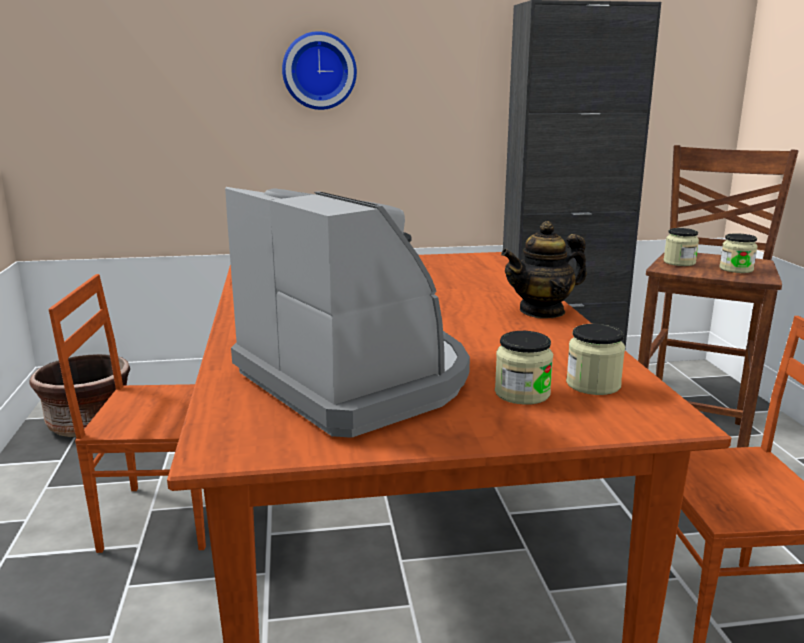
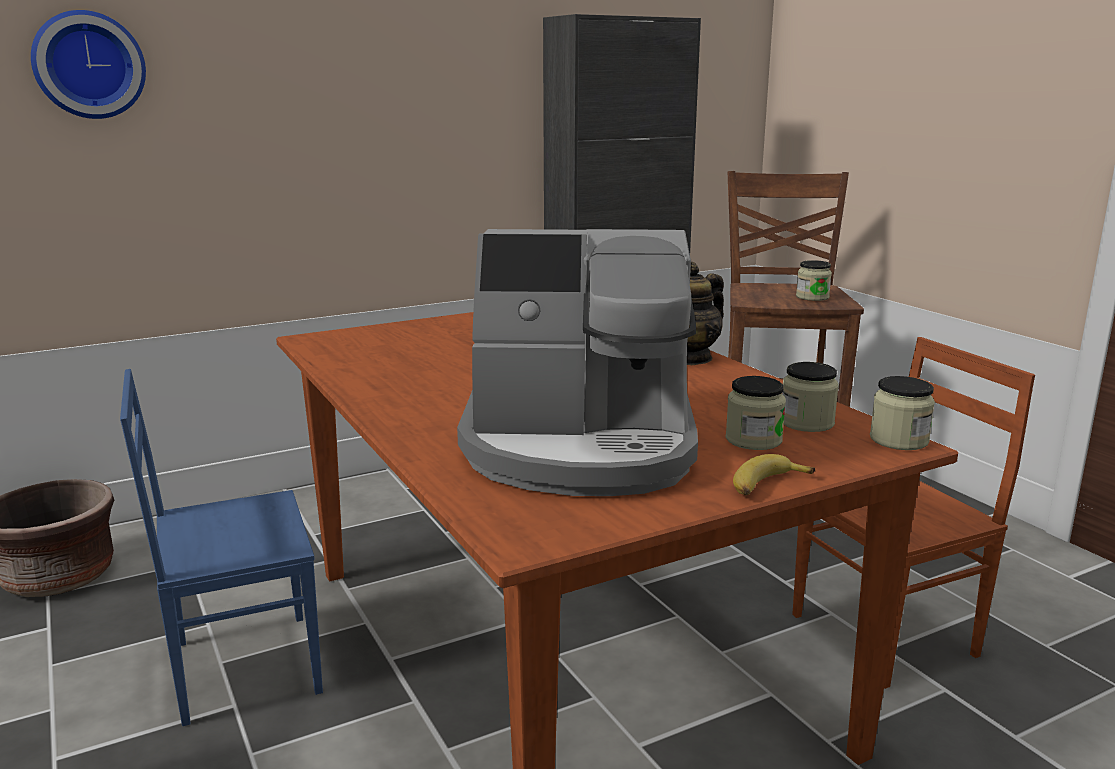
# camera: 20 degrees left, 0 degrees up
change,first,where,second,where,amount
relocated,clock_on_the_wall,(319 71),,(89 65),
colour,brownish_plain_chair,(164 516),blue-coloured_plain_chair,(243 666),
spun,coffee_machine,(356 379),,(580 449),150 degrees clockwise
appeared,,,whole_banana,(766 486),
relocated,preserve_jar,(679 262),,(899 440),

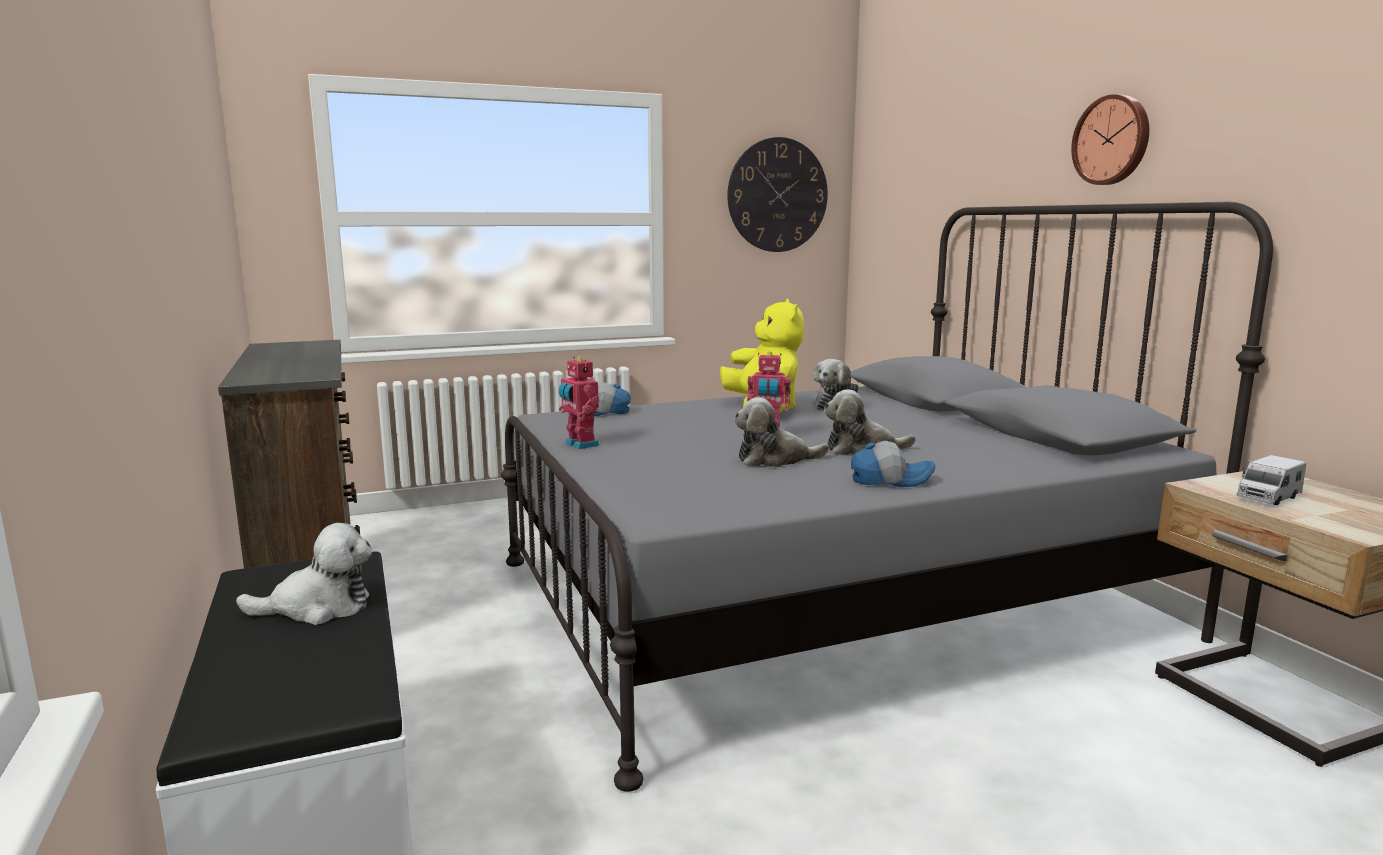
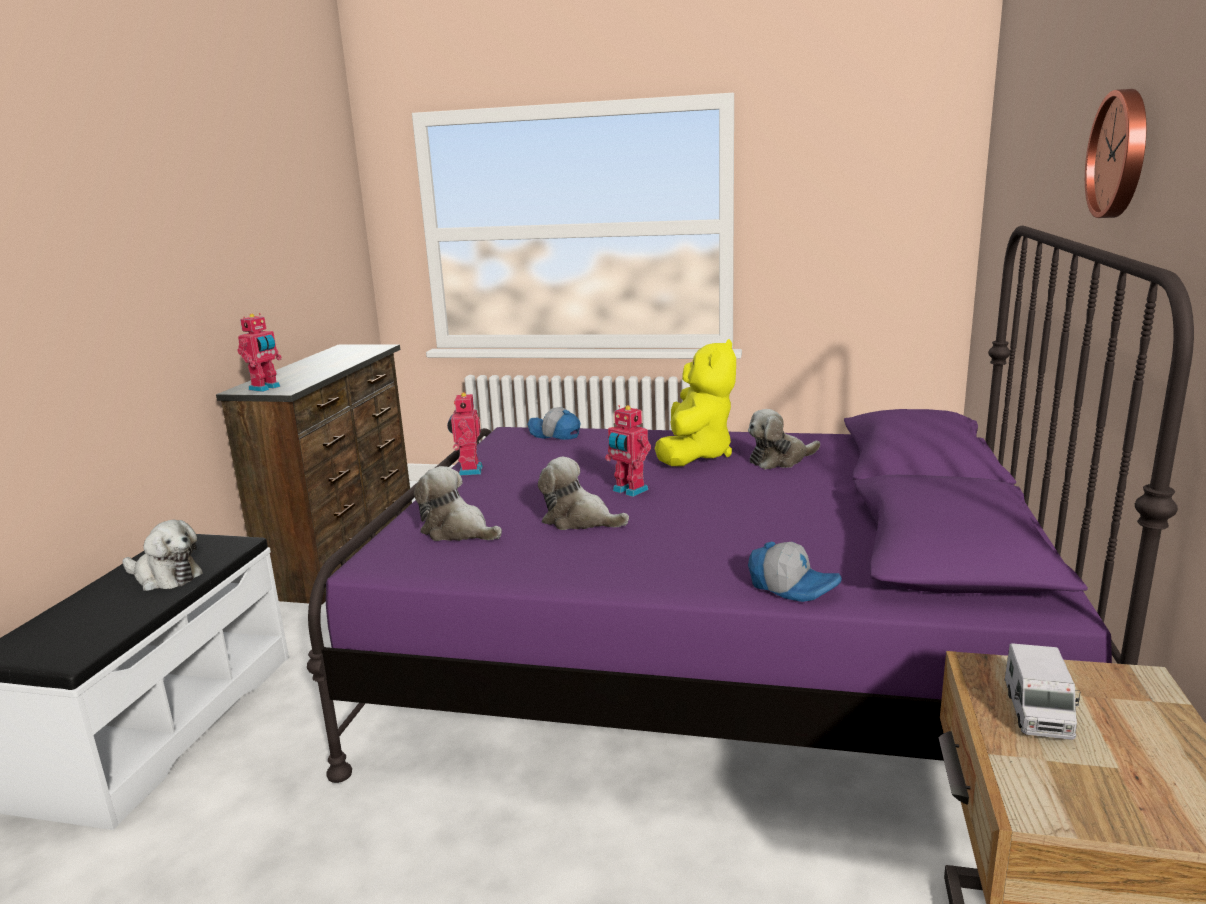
# camera: 35 degrees right, 5 degrees up
change,first,where,second,where,amount
appeared,,,robot_figure,(266 388),
colour,greyish_bedroom_bed,(827 599),purplish_bedroom_bed,(709 664),
relocated,soft_toy,(862 449),,(458 531),
relocated,cap,(890 480),,(792 586),
spun,toy_lorry,(1268 497),,(1037 712),75 degrees counterclockwise
missing,clock_on_the_wall,(777 195),,,

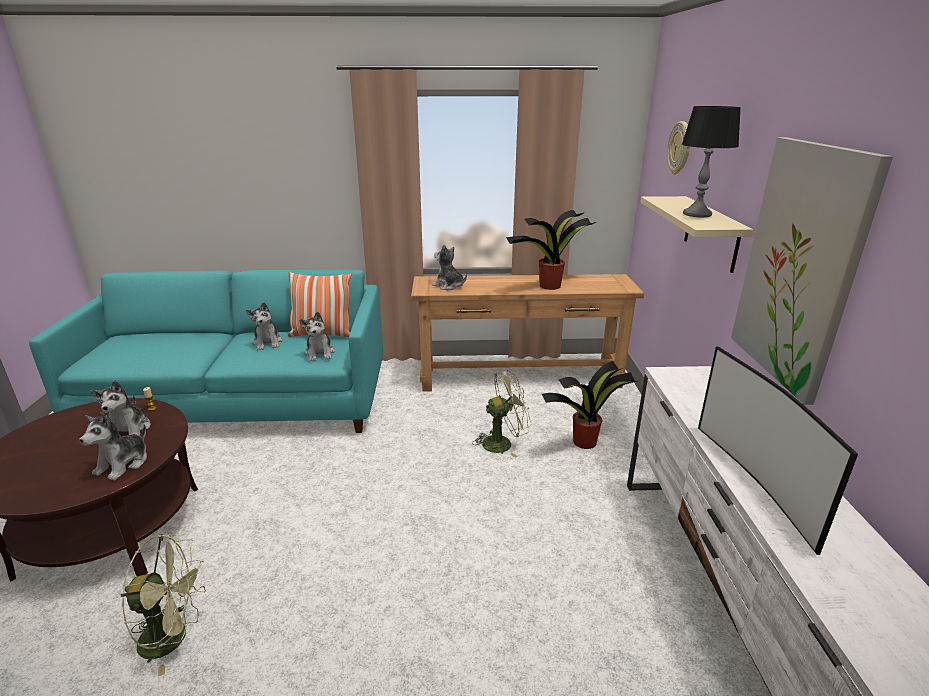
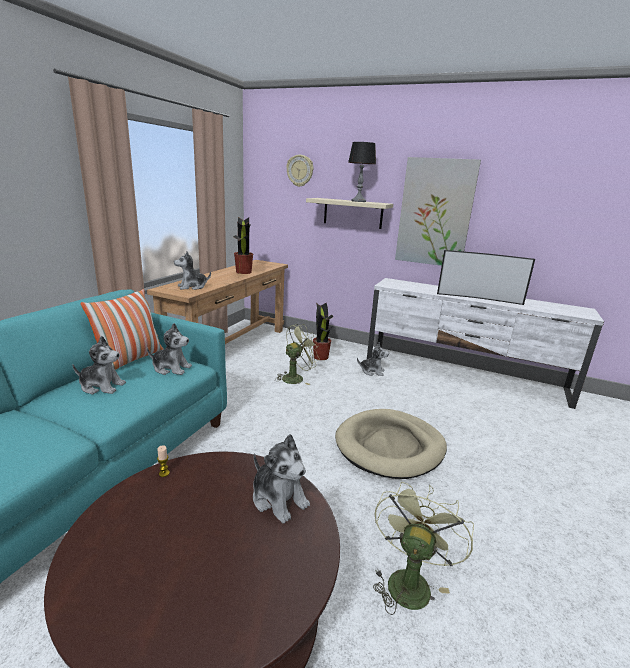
# camera: 65 degrees left, 5 degrees down
change,first,where,second,where,amount
spun,green_electric_fan,(503 442),,(296 378),45 degrees clockwise
appeared,,,beige_dog_cushion,(390 446),
relocated,soft_toy,(129 430),,(372 371),

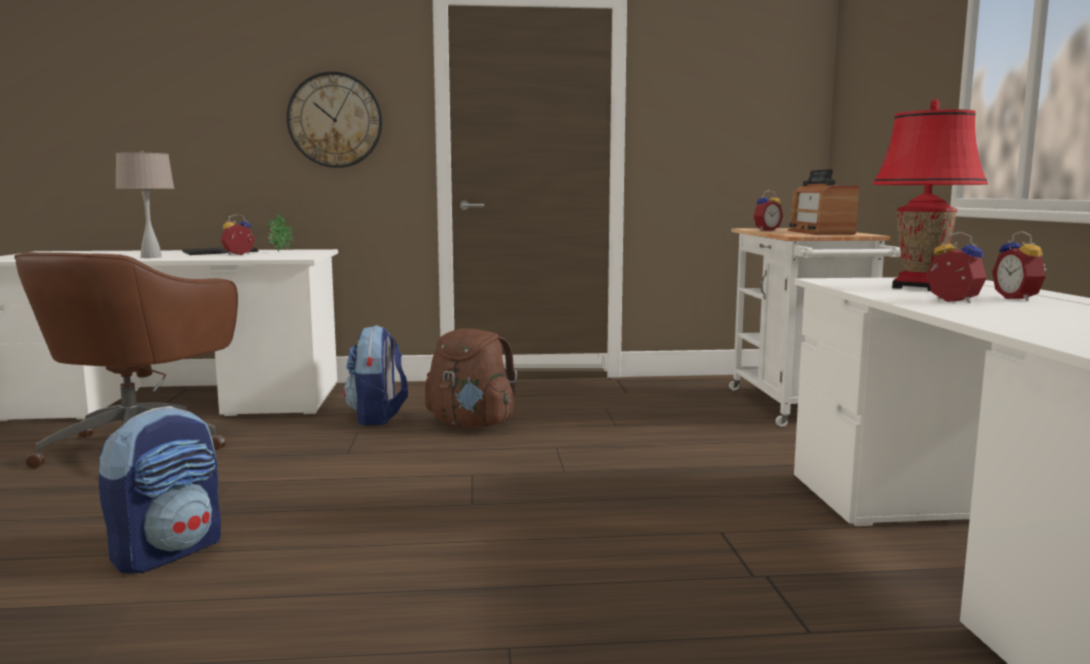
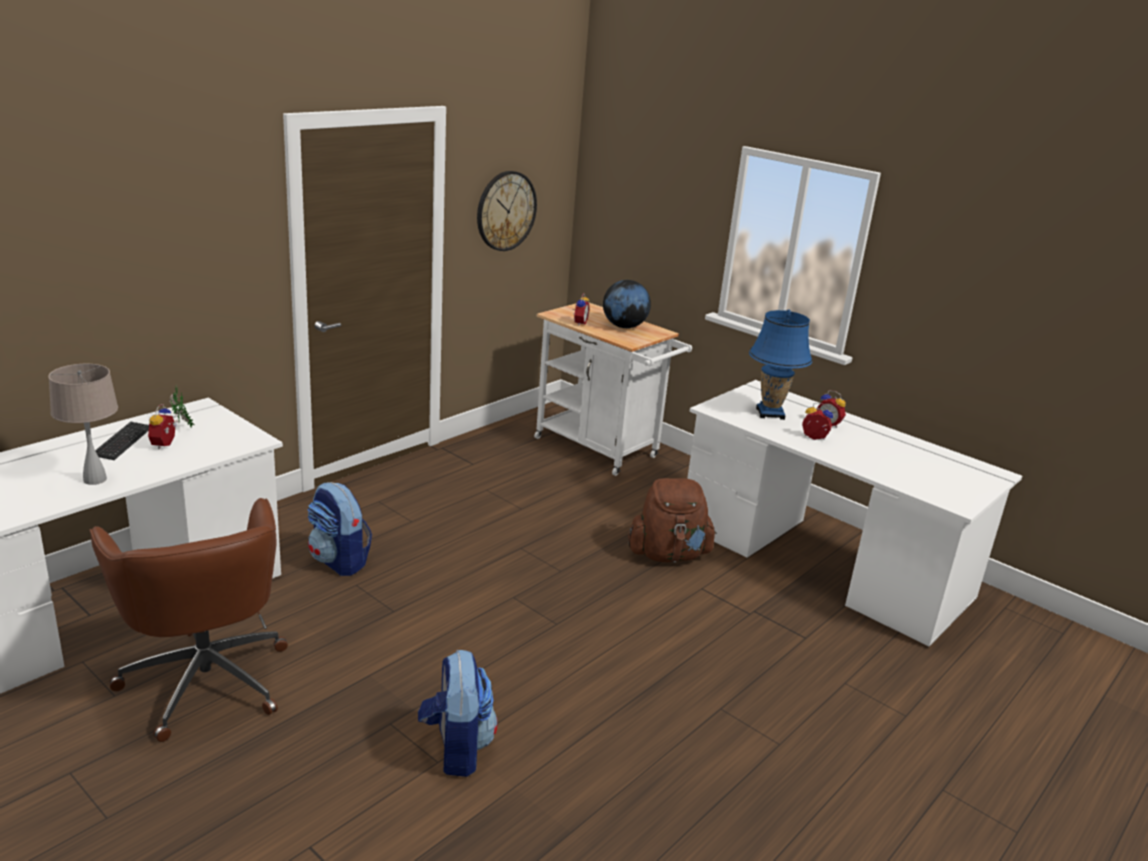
# camera: 45 degrees left, 15 degrees up
change,first,where,second,where,amount
relocated,clock_on_the_wall,(335 120),,(506 211),
exchanged,radio,(820 232),world_globe,(624 326),
relocated,brownish_knapsack,(471 424),,(668 555),
colour,red_table_lamp,(920 287),blue-coloured_table_lamp,(770 414),

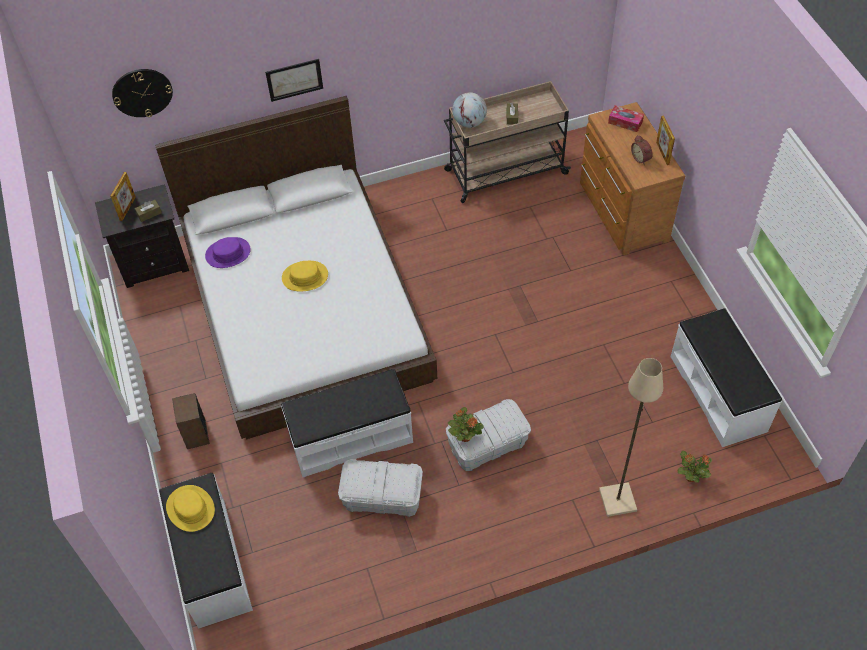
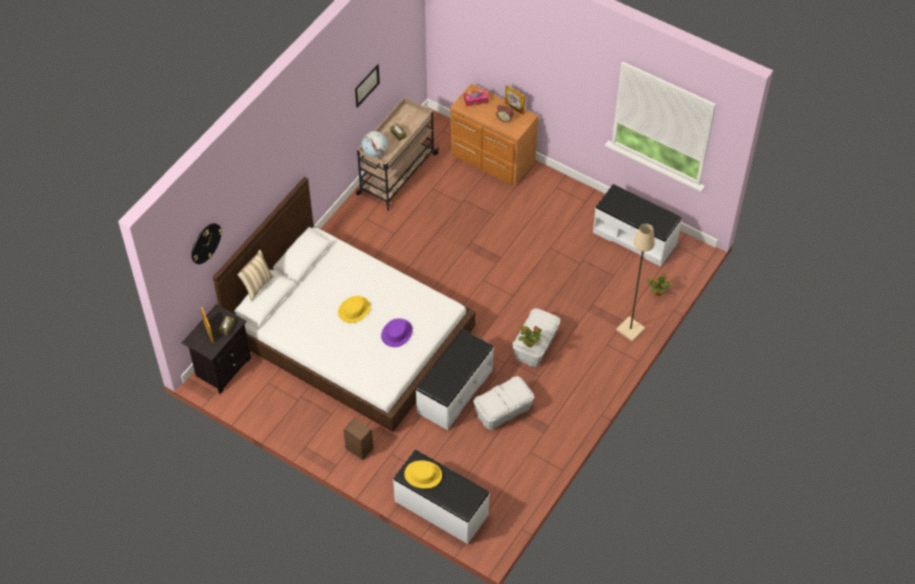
# camera: 40 degrees left, 0 degrees up
change,first,where,second,where,amount
appeared,,,beige_cushion,(257 285),
relocated,wall_picture,(294 79),,(367 85),
relocated,purplish_hat,(228 253),,(396 333),

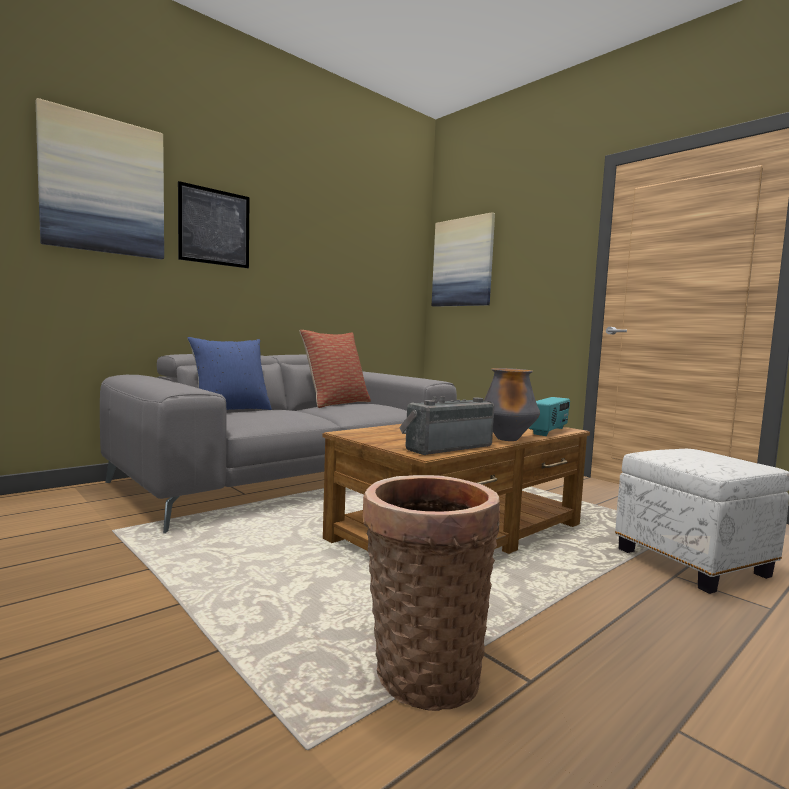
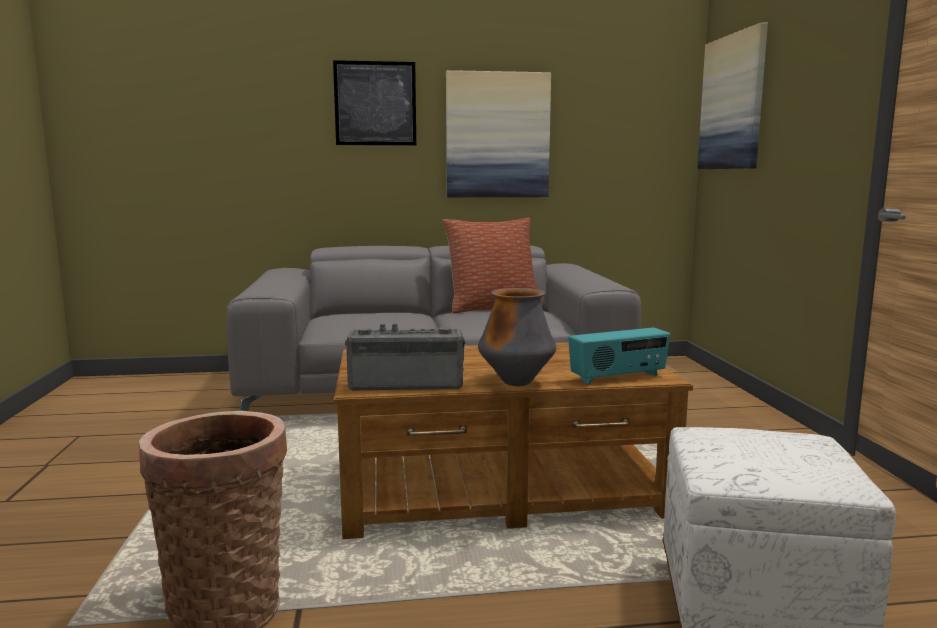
# camera: 35 degrees right, 5 degrees up
change,first,where,second,where,amount
relocated,wall_picture,(104 186),,(497 135),
missing,blue-coloured_cushion,(231 410),,,

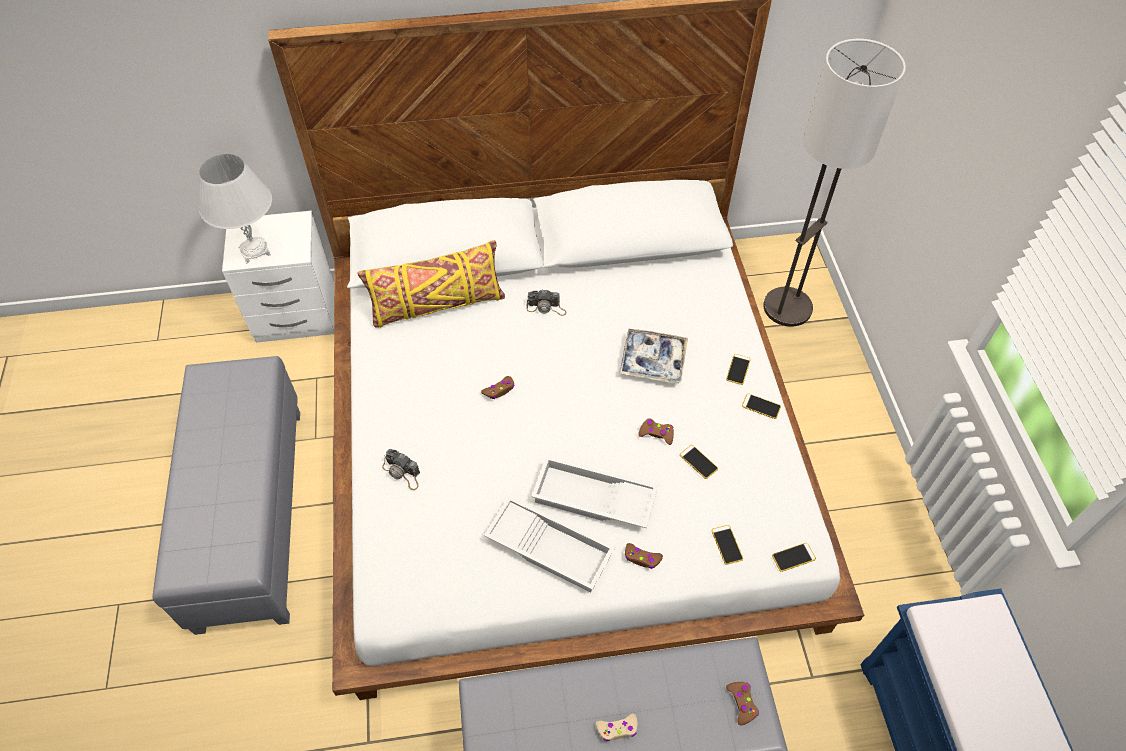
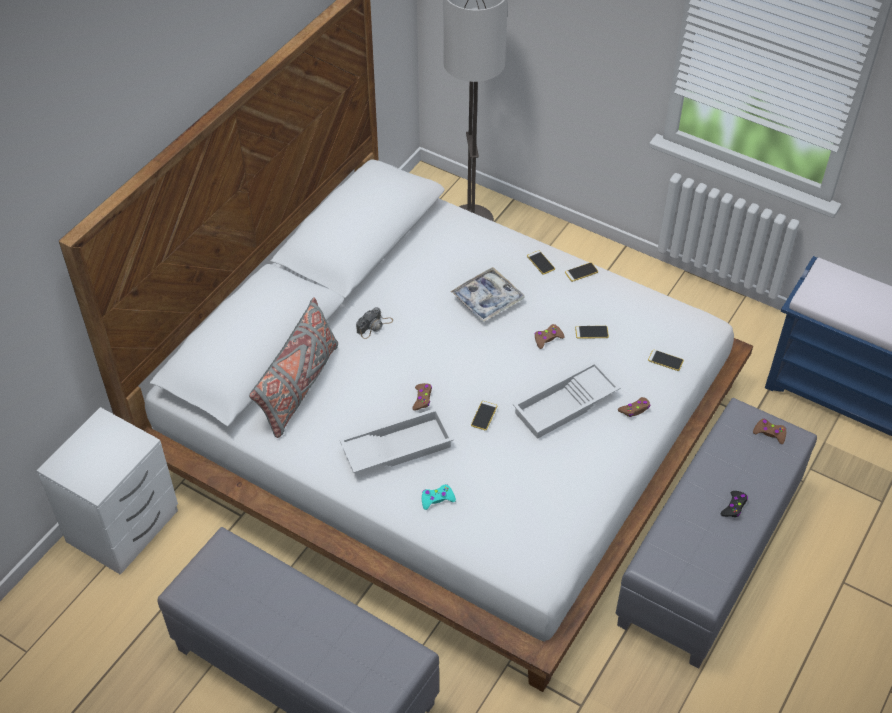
# camera: 50 degrees left, 5 degrees down
change,first,where,second,where,amount
colour,yellowish_cushion,(437 305),greyish_cushion,(299 388),
relocated,whitish_tray,(551 547),,(397 446),
exchanged,photo_camera,(402 473),turquoise-coloured_gamepad,(437 499),
relocated,phone,(793 557),,(484 416),
colour,beige_gamepad,(617 729),black_gamepad,(734 507),
missing,whitish_table_lamp,(254 250),,,

